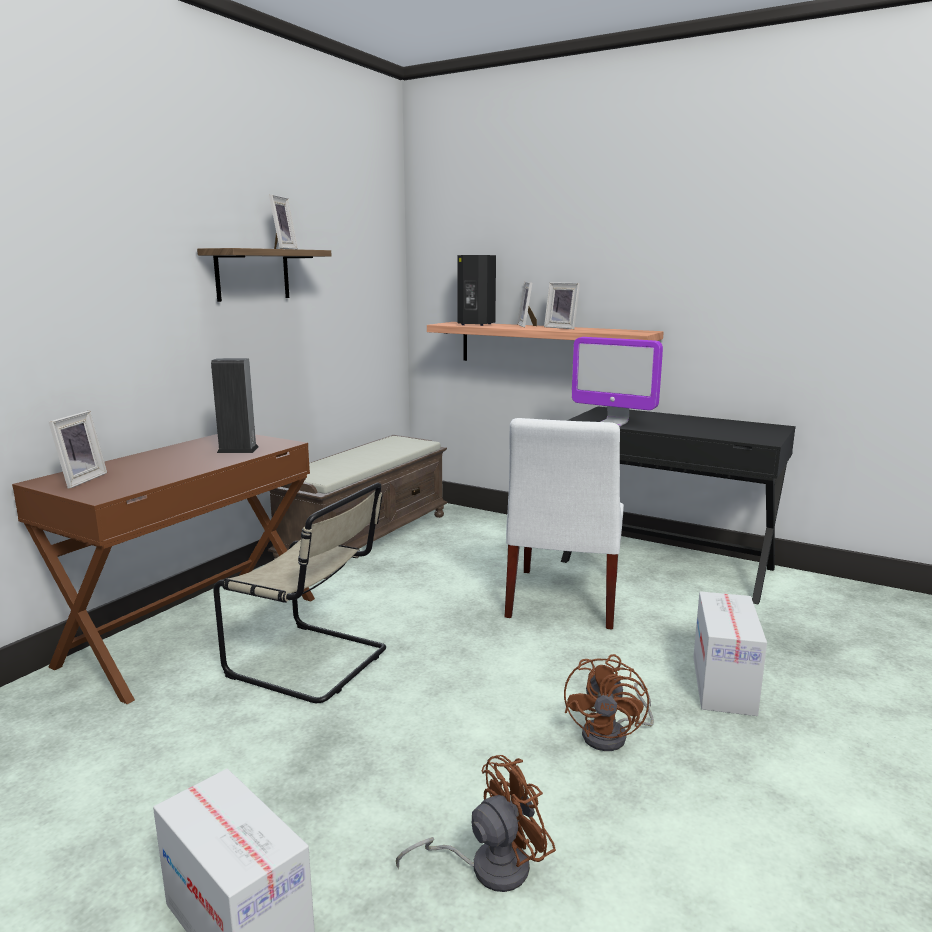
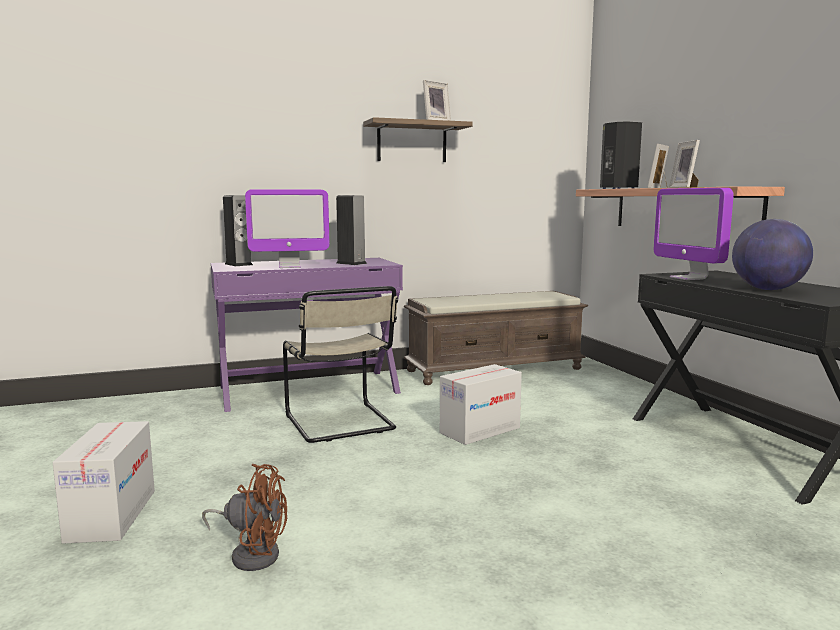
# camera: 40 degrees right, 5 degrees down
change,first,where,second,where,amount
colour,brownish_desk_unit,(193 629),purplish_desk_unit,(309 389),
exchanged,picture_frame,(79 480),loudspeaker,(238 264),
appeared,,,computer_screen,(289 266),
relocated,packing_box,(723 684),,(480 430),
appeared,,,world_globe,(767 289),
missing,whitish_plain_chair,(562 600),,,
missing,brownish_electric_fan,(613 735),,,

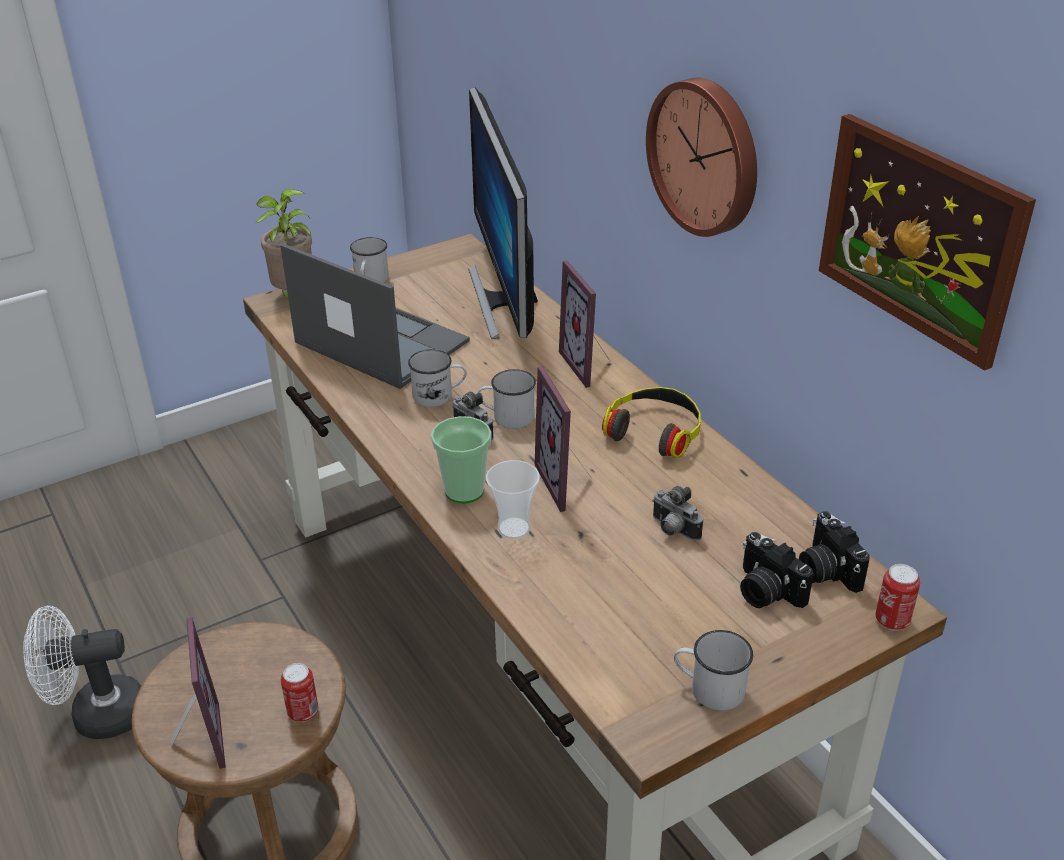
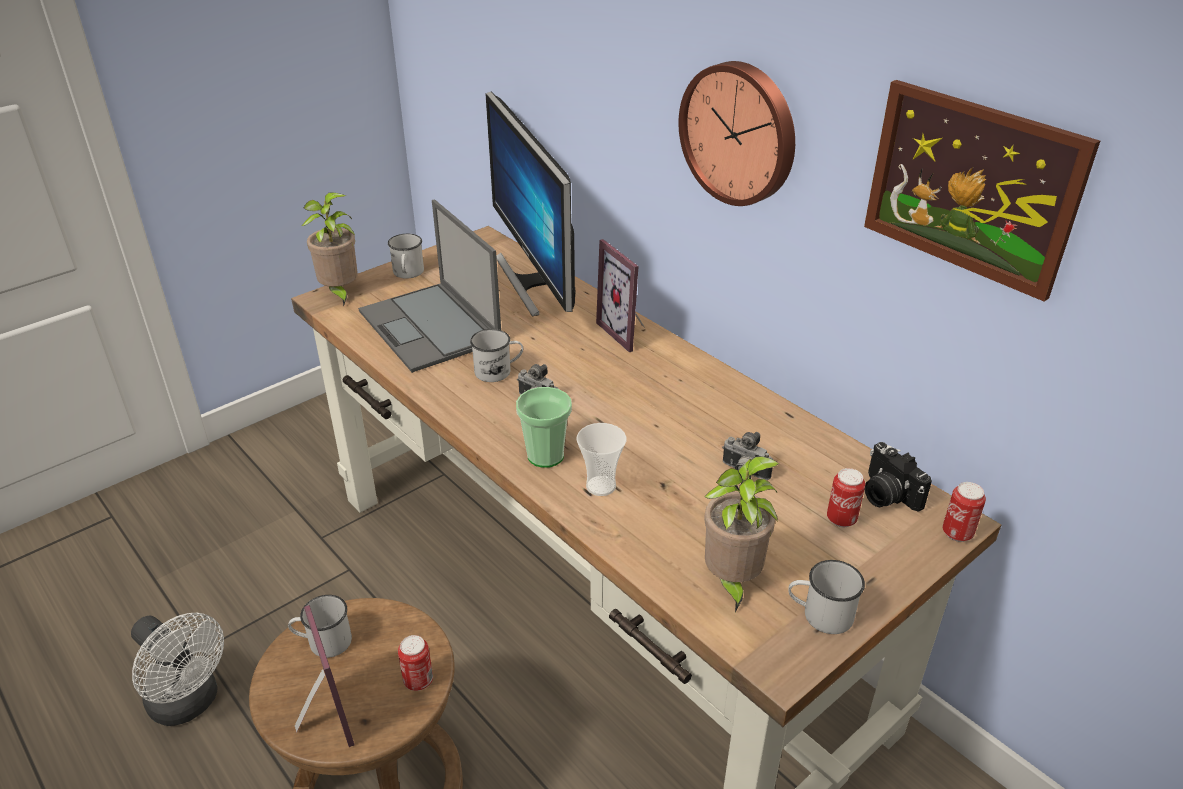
# camera: 10 degrees left, 0 degrees up
change,first,where,second,where,amount
spun,whitish_electric_fan,(97 715),,(190 703),120 degrees counterclockwise
relocated,whitish_tea_mug,(507 417),,(323 642),
spun,portable_computer,(379 342),,(430 327),150 degrees counterclockwise
appeared,,,potted_plant,(731 582),
exchanged,photo_camera,(765 591),metal_can,(841 519),
missing,picture_frame,(569 483),,,
missing,pair_of_headphones,(654 430),,,

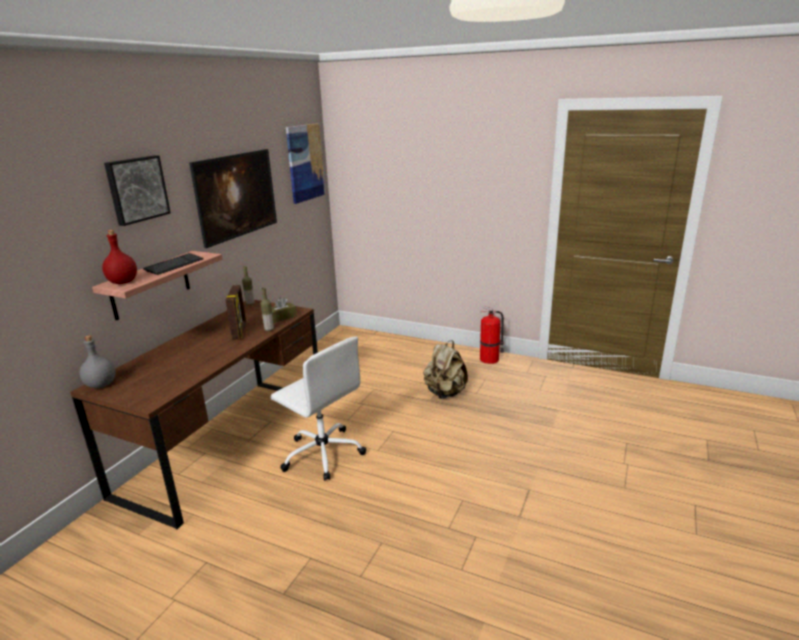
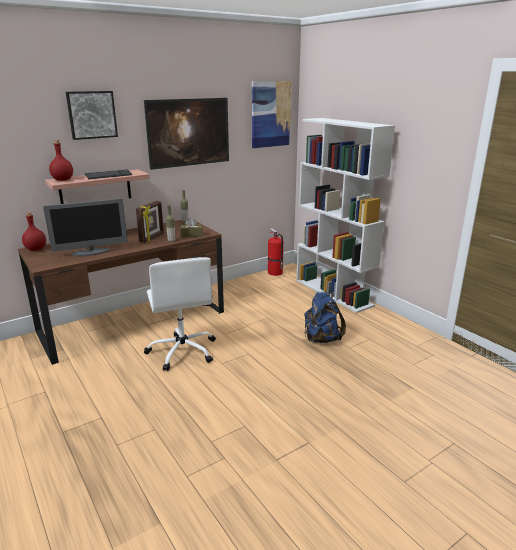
# camera: 30 degrees right, 0 degrees up
change,first,where,second,where,amount
colour,greyish_beverage_bottle,(102 384),red_beverage_bottle,(36 249),
appeared,,,computer_screen,(91 252),
relocated,extinguisher,(490 359),,(275 273),
appeared,,,whitish_bookshelf,(334 292),
colour,beige_knapsack,(445 393),blue-coloured_knapsack,(321 339),

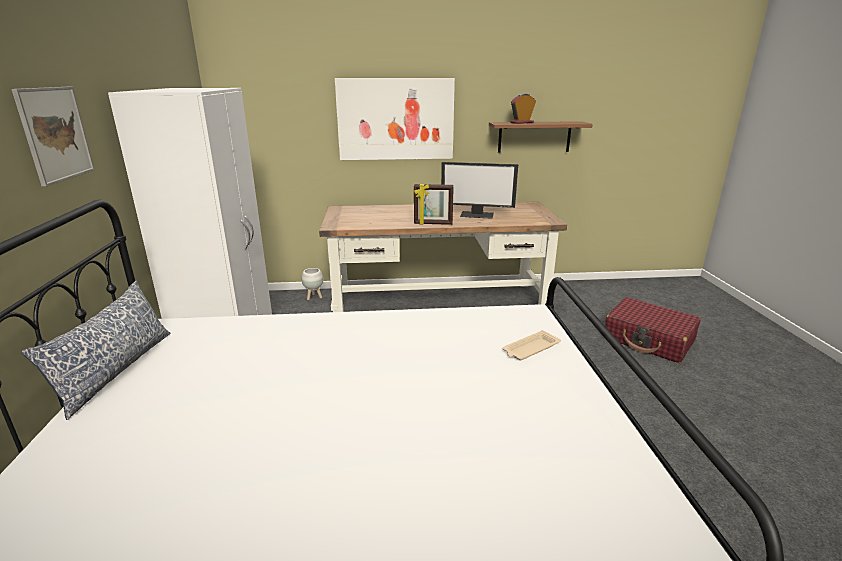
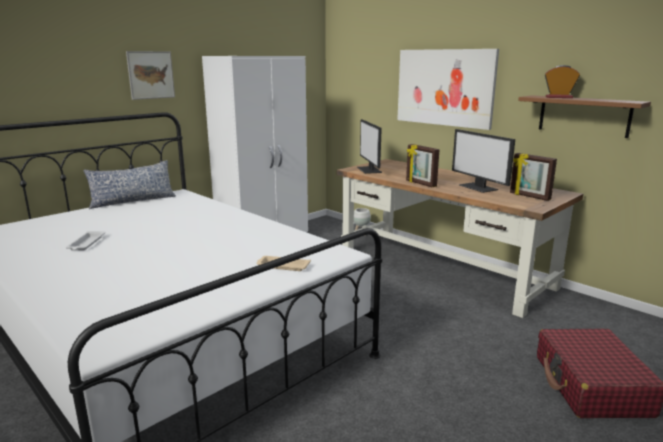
# camera: 50 degrees right, 5 degrees down
change,first,where,second,where,amount
appeared,,,whitish_tray,(86 244),
appeared,,,computer_screen,(370 170),
appeared,,,picture_frame,(529 196),

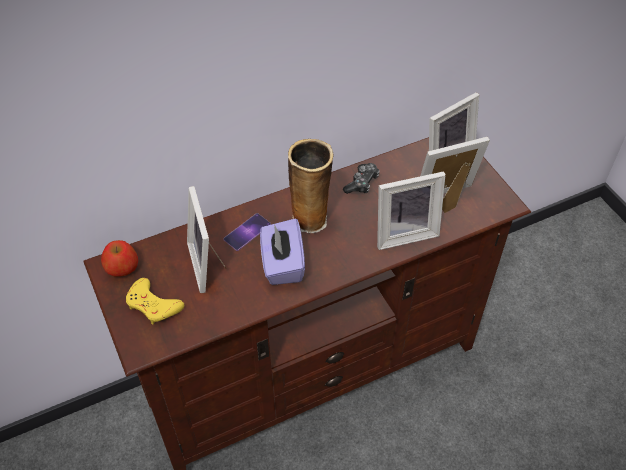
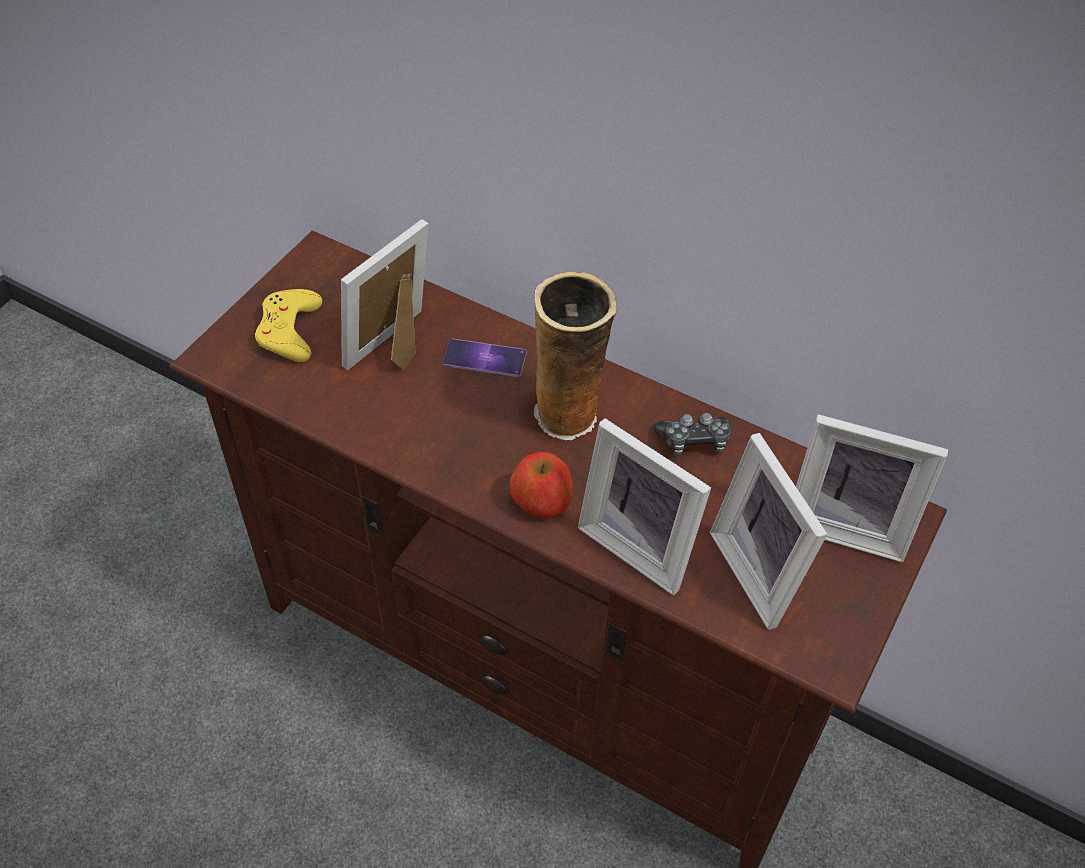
# camera: 55 degrees right, 0 degrees up
change,first,where,second,where,amount
relocated,apple,(122 267),,(541 500),
spun,picture_frame,(447 200),,(762 571),150 degrees counterclockwise
missing,purplish_box_of_tissues,(282 264),,,

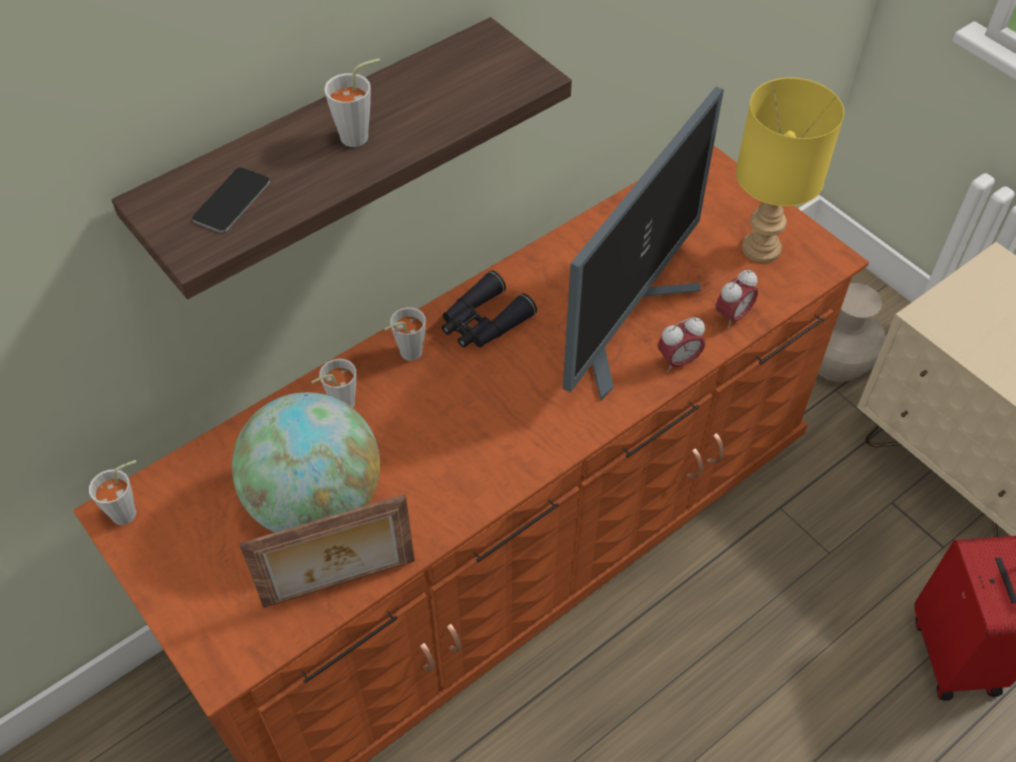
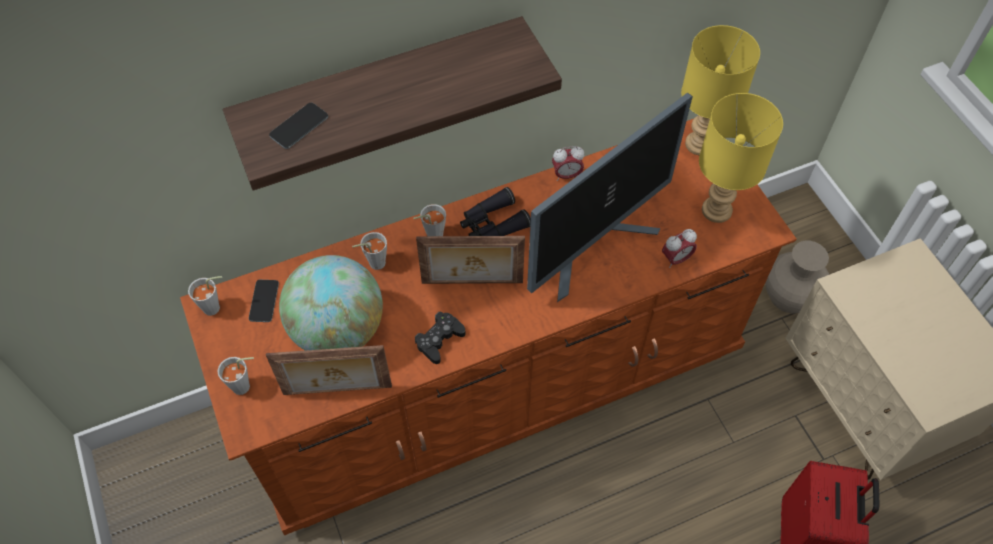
# camera: 15 degrees right, 5 degrees up
change,first,where,second,where,amount
relocated,greyish_small_cup,(361 135),,(245 386),
appeared,,,phone,(264 301),
appeared,,,black_gamepad,(439 340),
appeared,,,picture_frame,(472 284),
relocated,table_clock,(678 361),,(566 175),
appeared,,,yellowish_table_lamp,(700 143),

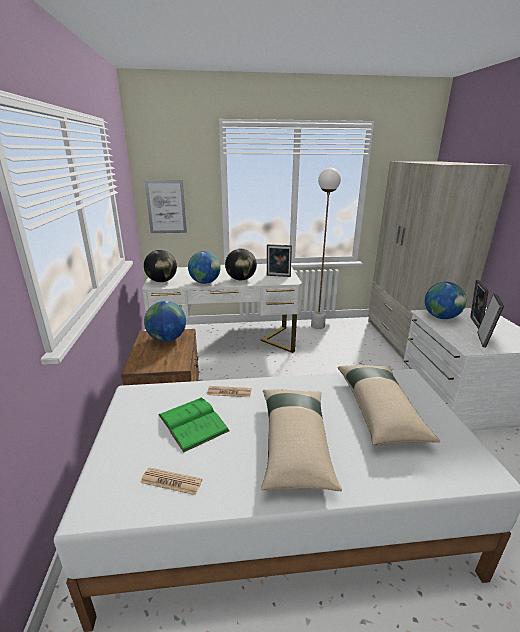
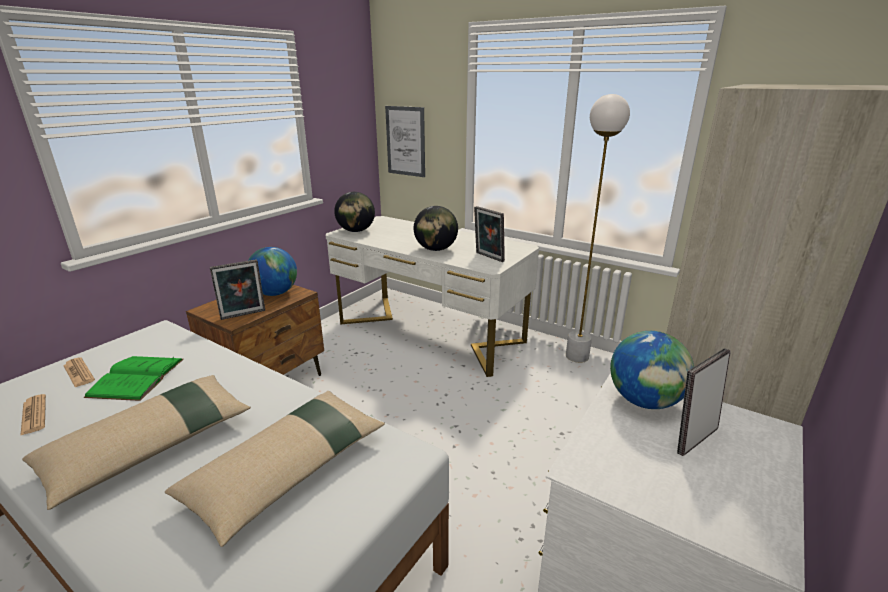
# camera: 40 degrees right, 0 degrees up
change,first,where,second,where,amount
relocated,newspaper,(229 392),,(78 373),
relocated,picture_frame,(483 340),,(243 315),
missing,world_globe,(205 282),,,

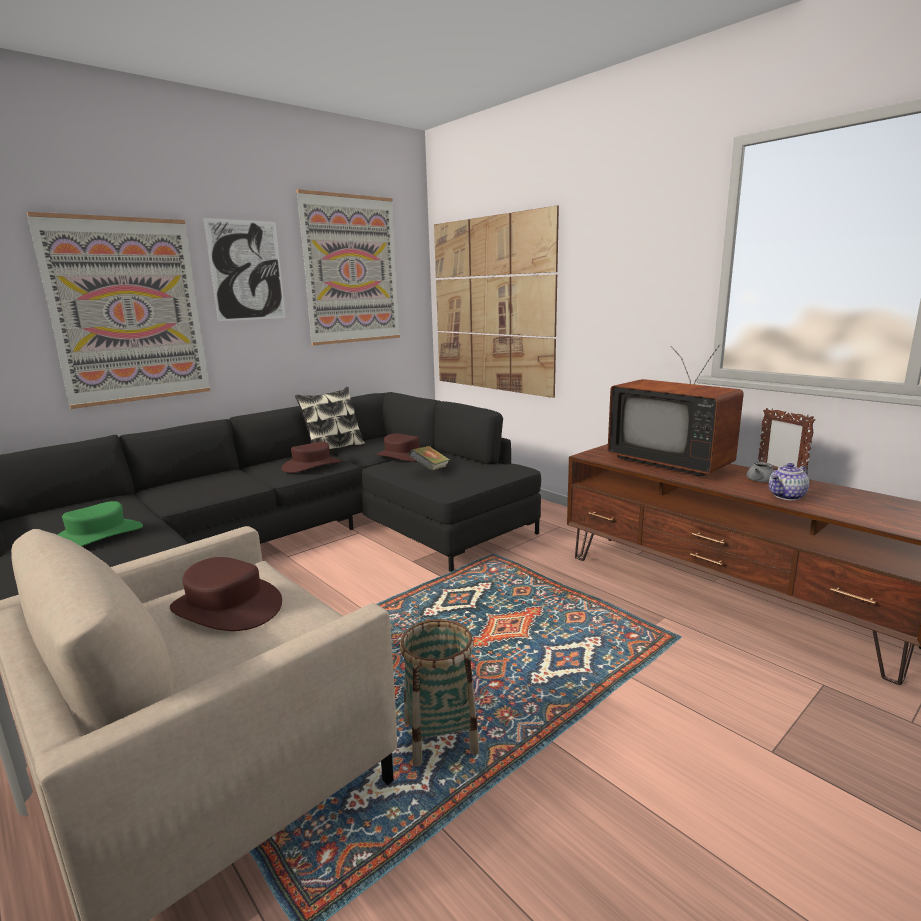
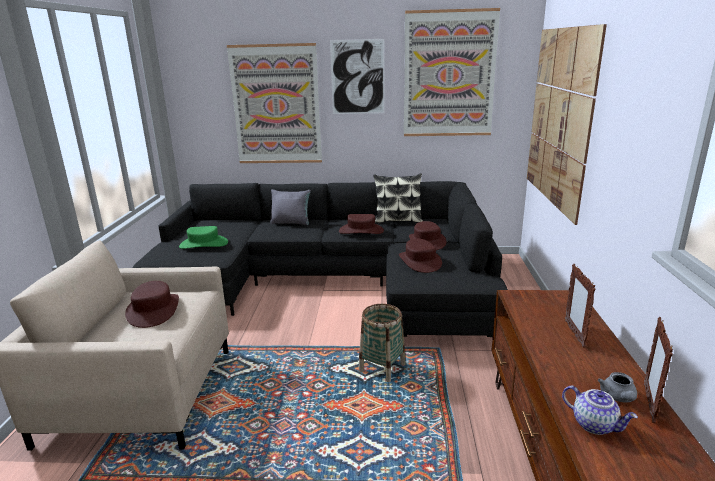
# camera: 45 degrees right, 5 degrees up
change,first,where,second,where,amount
appeared,,,greyish_cushion,(291 223),
relocated,storage_basket,(440 737),,(382 367),
exchanged,volume,(430 470),brownish_hat,(420 261),
spun,teapot,(787 496),,(595 424),150 degrees counterclockwise
exchanged,TV_set,(671 462),picture_frame,(574 334),

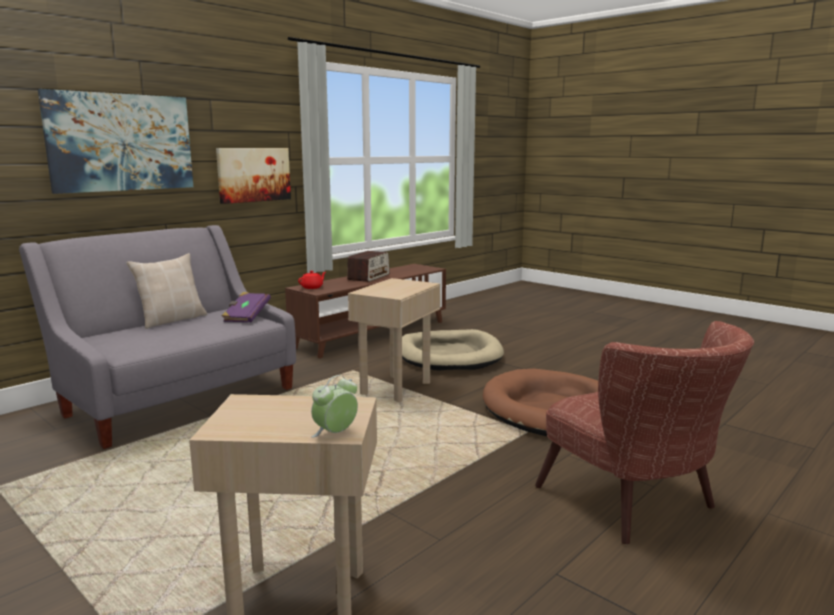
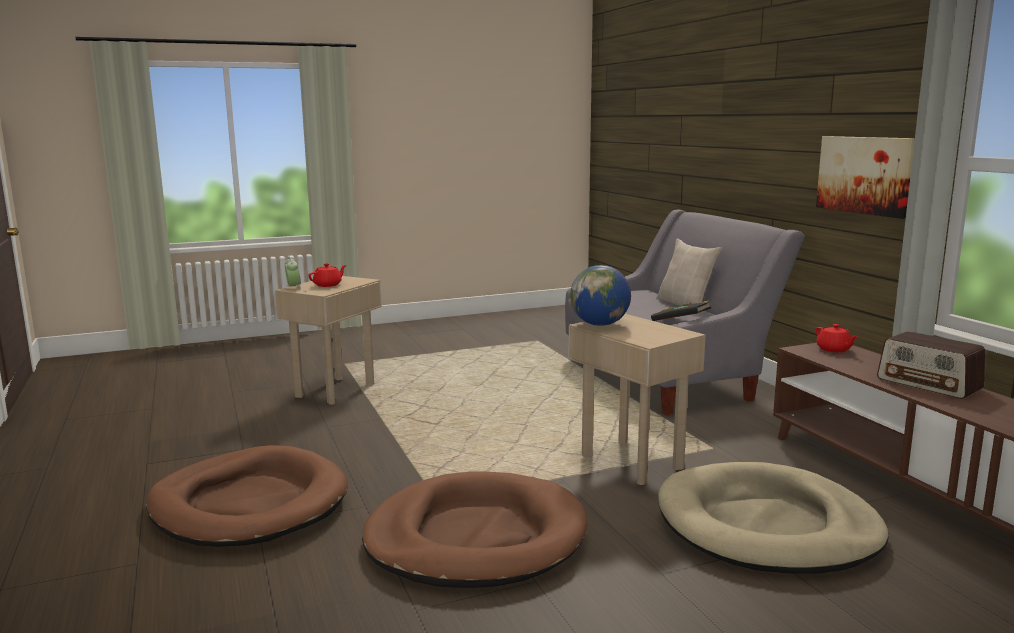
# camera: 115 degrees right, 0 degrees up
change,first,where,second,where,amount
exchanged,brownish_armchair,(637 506),brownish_dog_cushion,(249 504),
appeared,,,red_teapot,(328 285),
appeared,,,world_globe,(600 324),
colour,purplish_volume,(246 317),black_volume,(680 322),
missing,wall_picture,(121 142),,,

